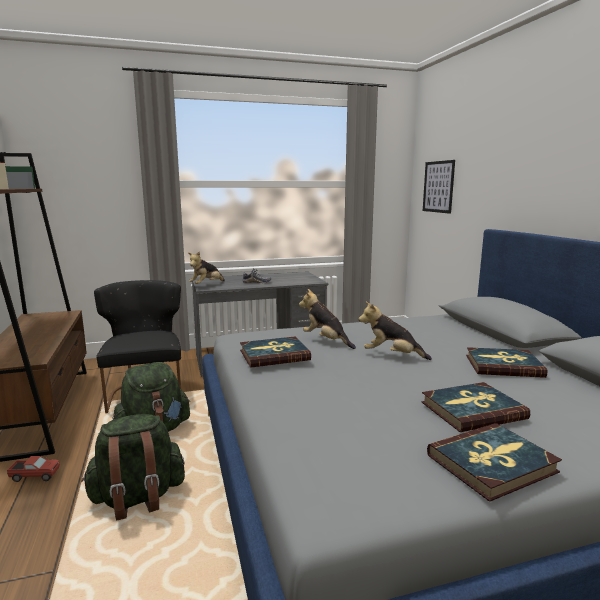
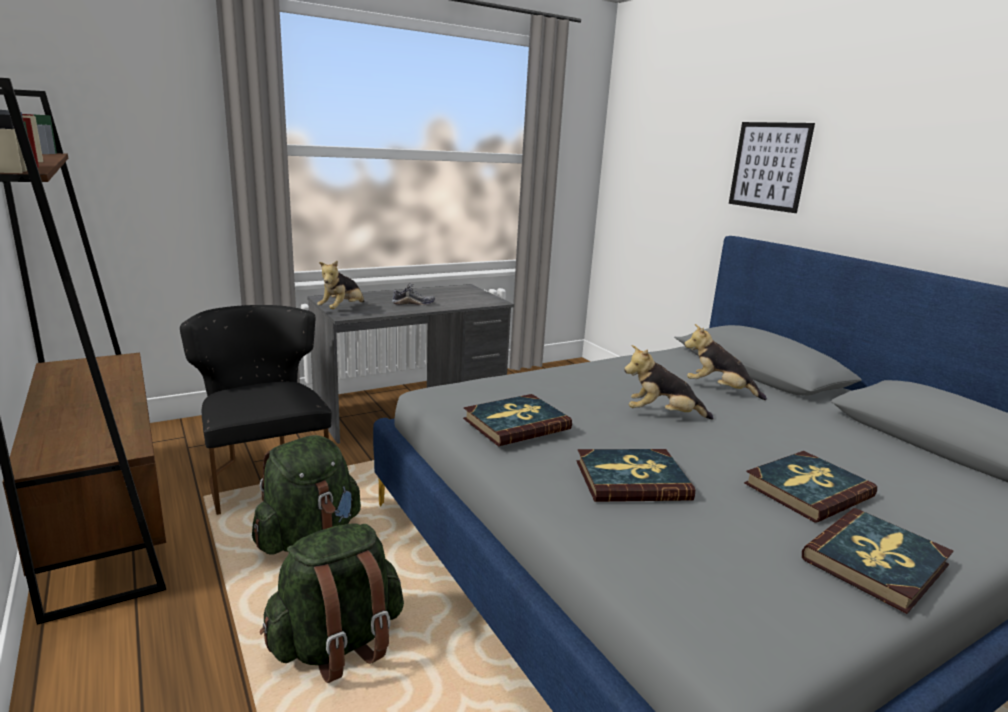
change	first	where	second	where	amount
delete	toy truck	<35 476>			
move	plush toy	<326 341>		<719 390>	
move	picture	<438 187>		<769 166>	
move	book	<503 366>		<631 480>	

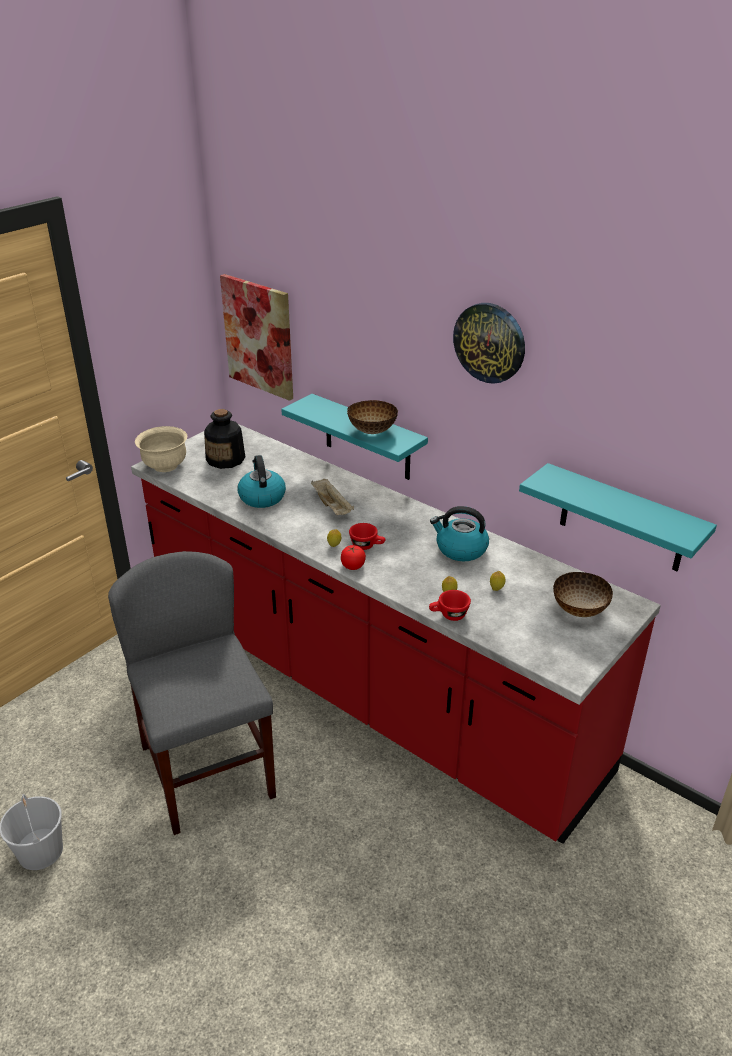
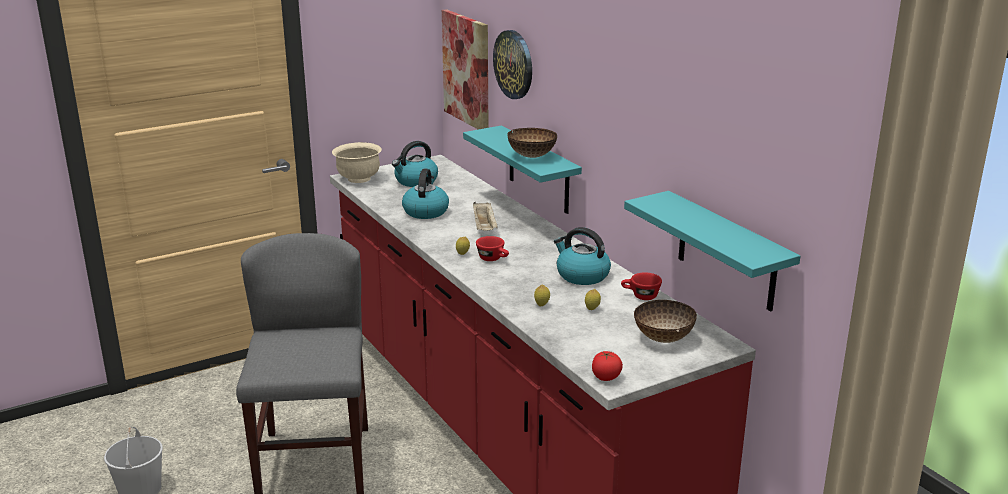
change	first	where	second	where	amount
replace	bottle	<226 459>	kettle	<415 181>	
move	tomato	<353 566>		<606 377>	
move	cup (red)	<449 615>		<640 296>	
move	wall clock	<489 342>		<514 64>	

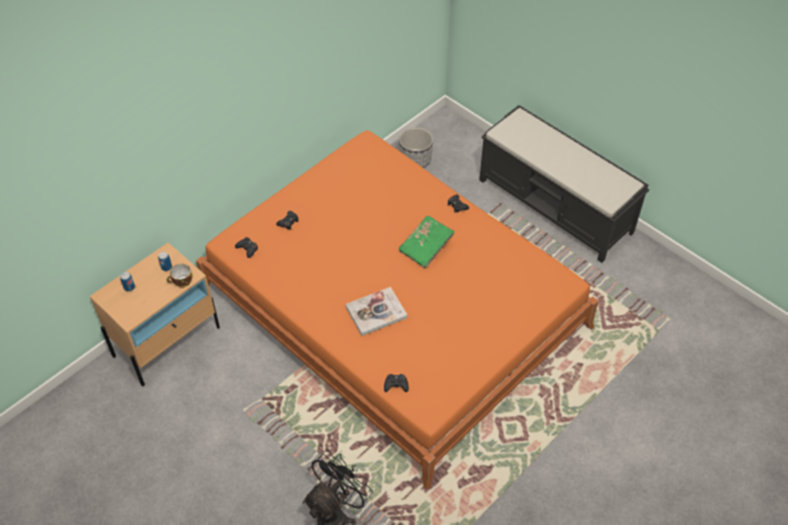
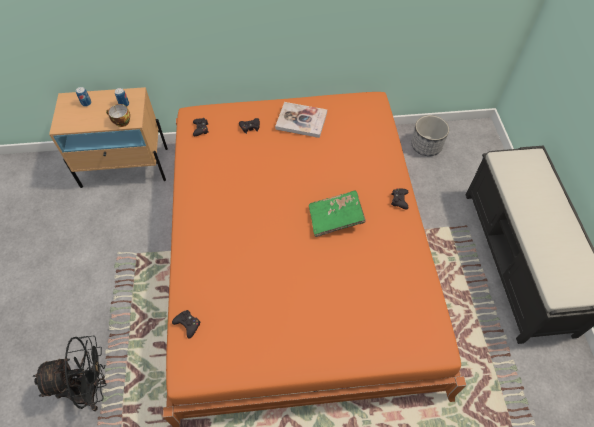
change	first	where	second	where	amount
move	book	<376 312>		<301 121>	

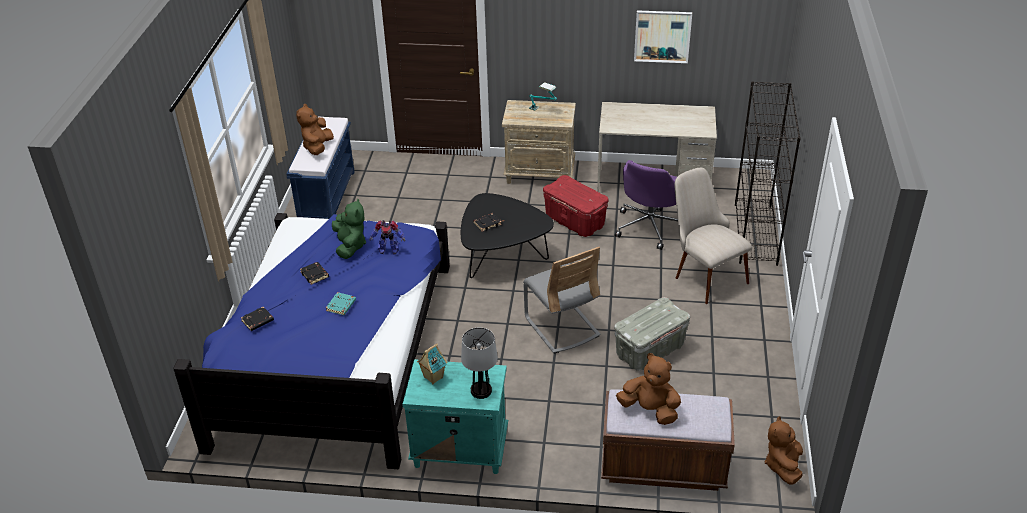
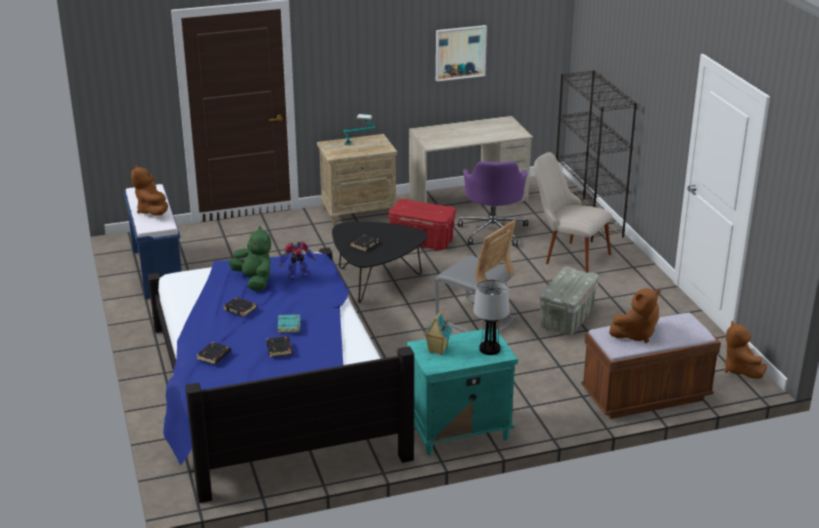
change	first	where	second	where	amount
rotate	plush toy (brown)	<650 410>		<635 335>	150 degrees clockwise
insert			book (black)	<280 349>	

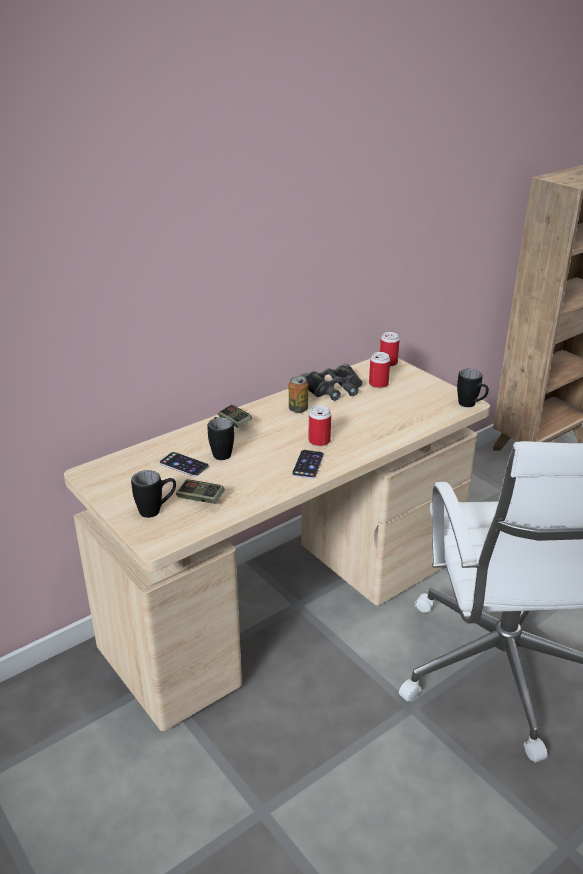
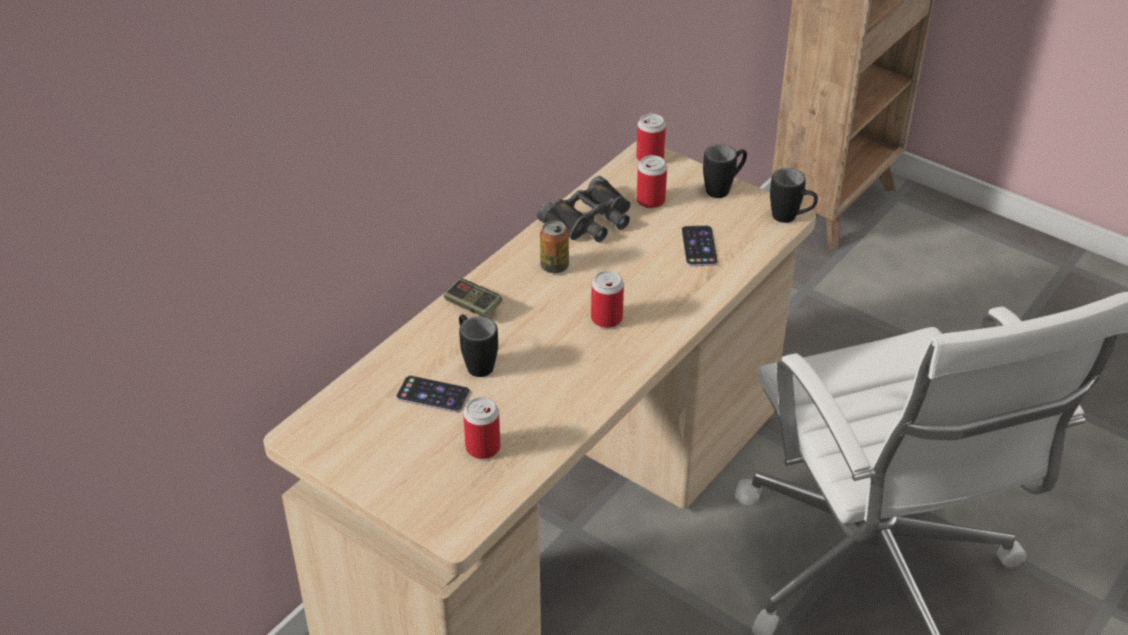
change	first	where	second	where	amount
move	mug (black)	<156 510>		<724 189>	
replace	game controller	<200 498>	can	<483 447>	
move	phone	<308 464>		<699 246>	

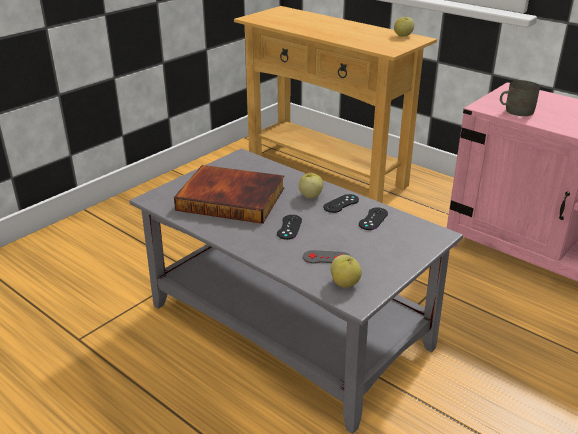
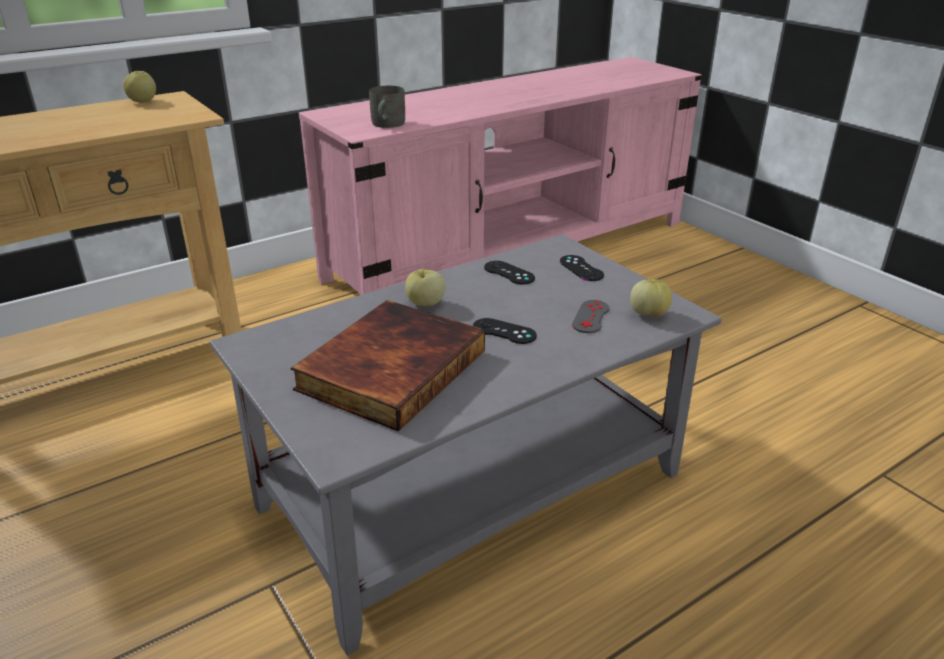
change	first	where	second	where	amount
move	game controller (black)	<341 203>		<581 268>	

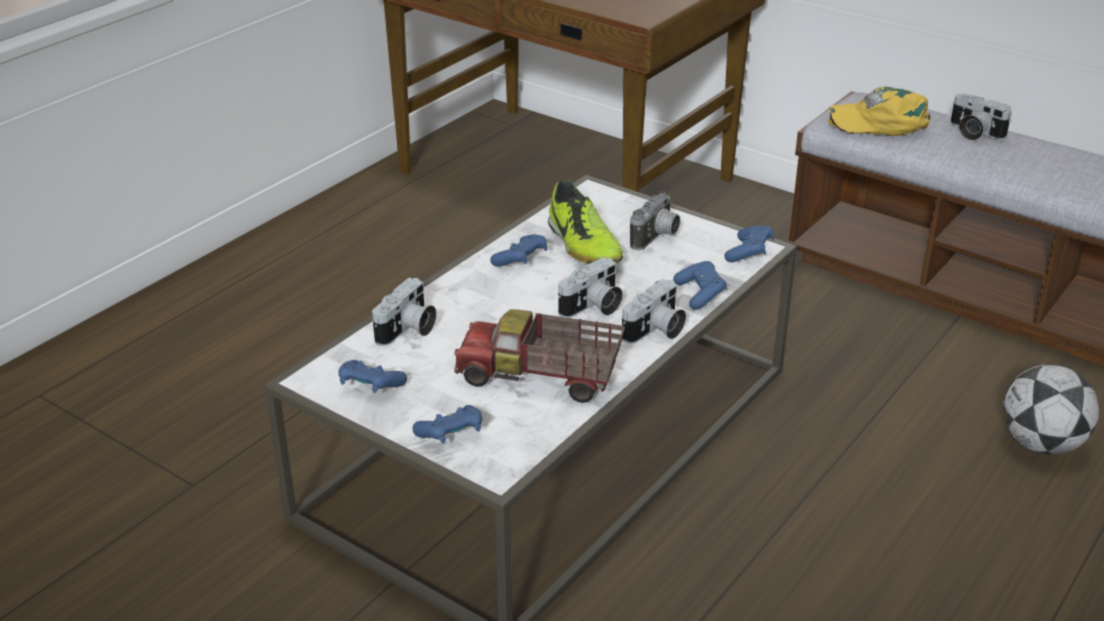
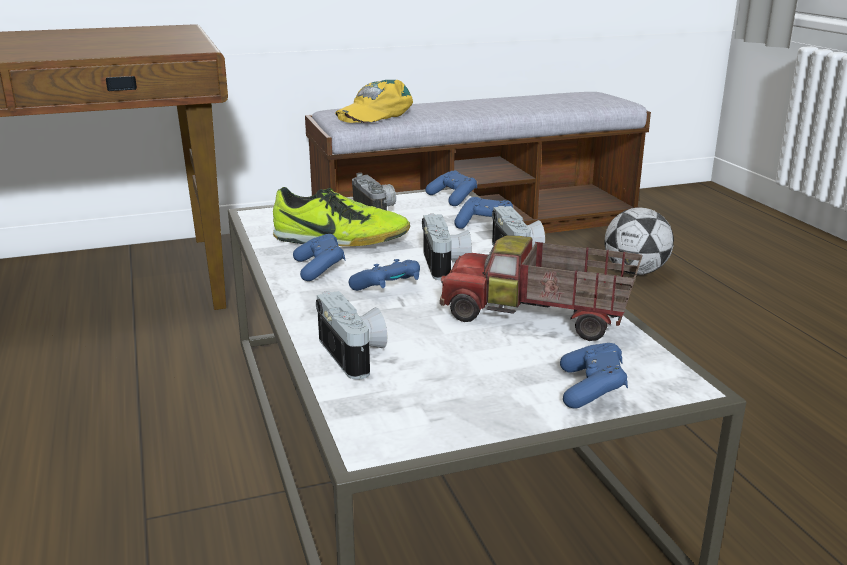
change	first	where	second	where	amount
move	game controller (blue)	<370 387>		<388 289>	
rotate	toy truck	<539 379>		<537 319>	60 degrees clockwise
delete	photo camera	<973 133>			

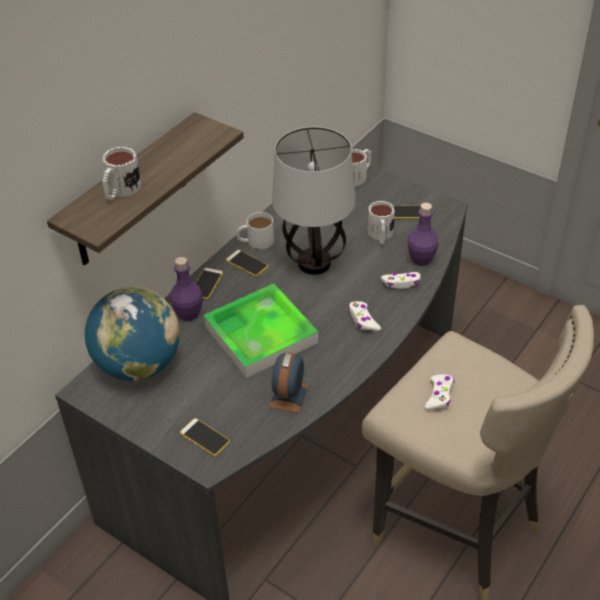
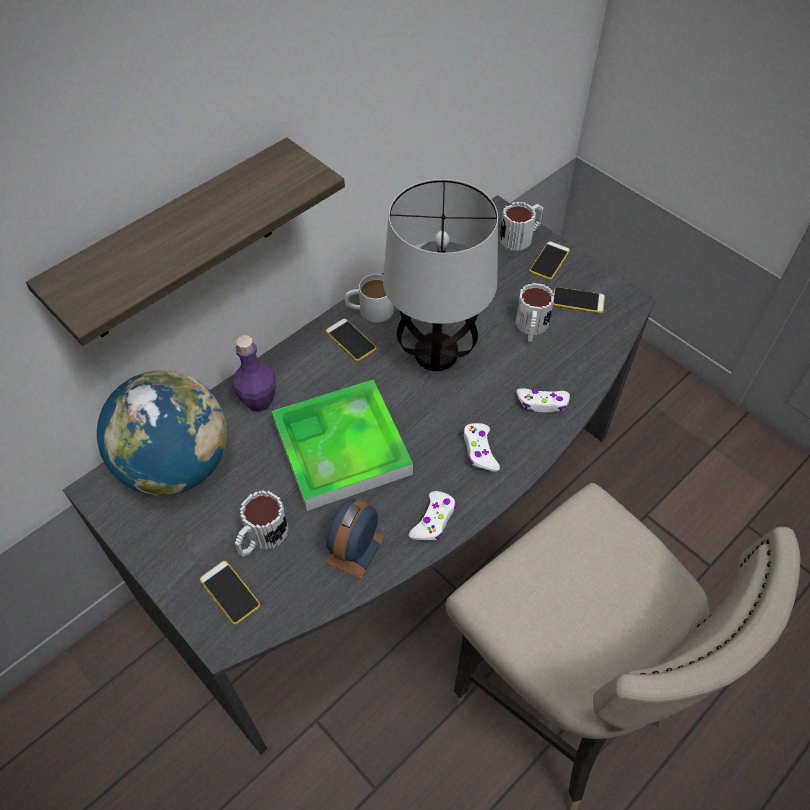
change	first	where	second	where	amount
move	mug	<120 191>		<261 538>	
move	phone	<206 284>		<549 261>	
delete	bottle (purple)	<421 259>			
move	game controller (white)	<439 395>		<434 520>	

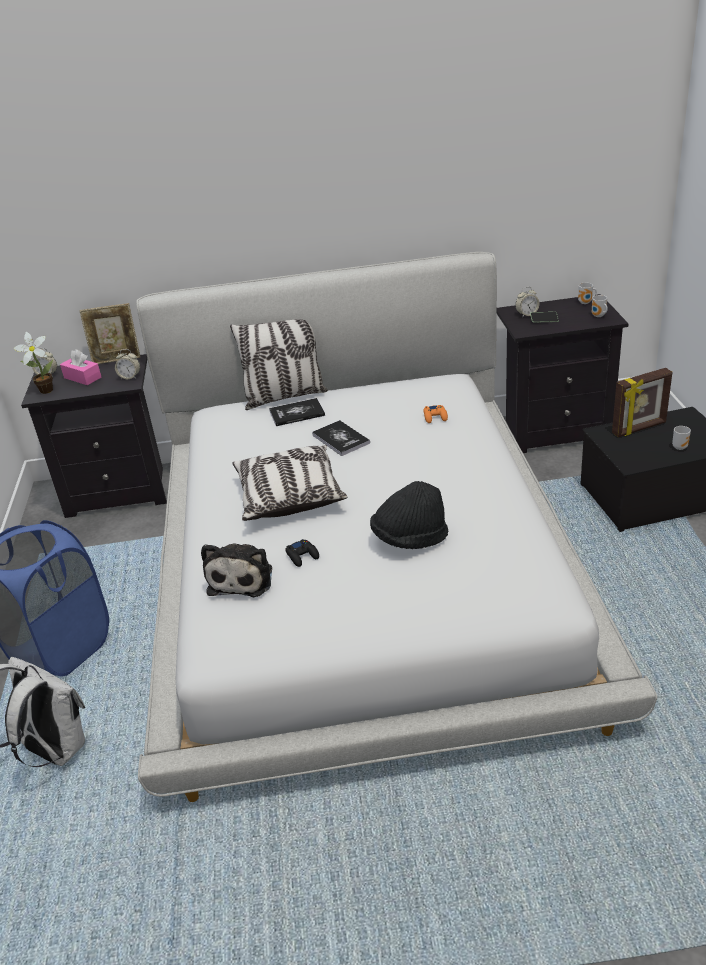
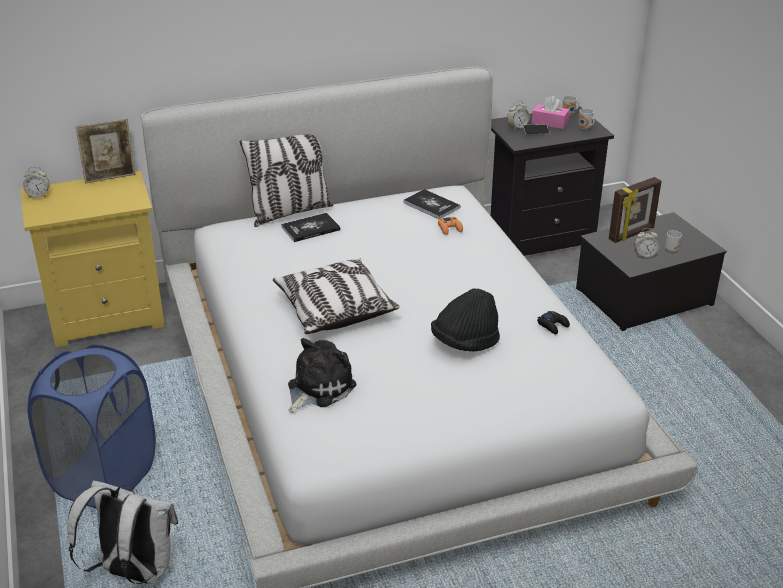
change	first	where	second	where	amount
delete	potted plant	<44 390>			
recolor	nightstand (black)	<120 491>	nightstand (yellow)	<108 316>	
move	tissue box (pink)	<82 377>		<549 123>	
move	alarm clock	<130 377>		<644 255>	
rotate	plush toy	<242 578>		<318 388>	135 degrees counterclockwise
move	game controller (black)	<302 556>		<553 325>	
move	book	<341 439>		<431 205>	

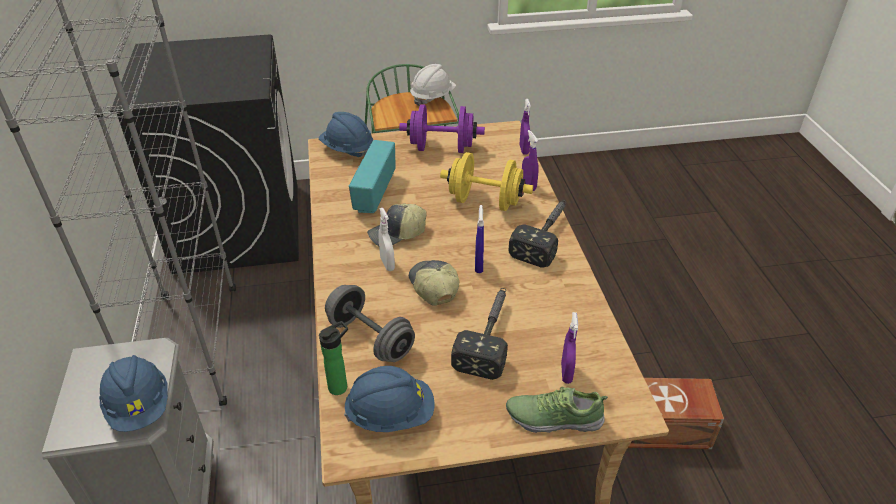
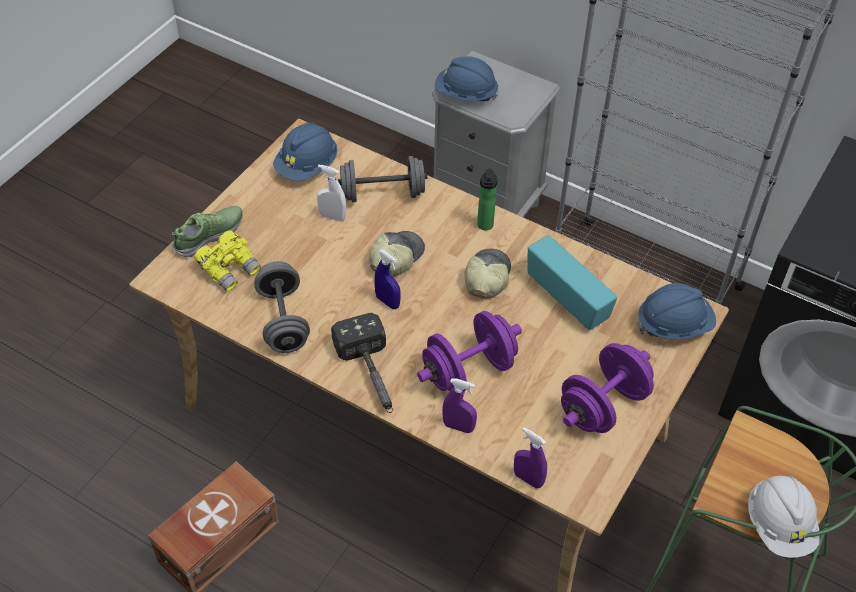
change	first	where	second	where	amount
move	bottle	<340 386>		<485 226>	
move	spray bottle (white)	<387 264>		<332 216>	
rotate	cap	<432 287>		<395 257>	75 degrees counterclockwise
recolor	dumbbell (yellow)	<485 202>	dumbbell (purple)	<468 371>	
delete	hammer	<489 335>			
replace	spray bottle (purple)	<566 373>	binoculars (yellow)	<229 269>	
insert			dumbbell (grey)	<283 320>	

